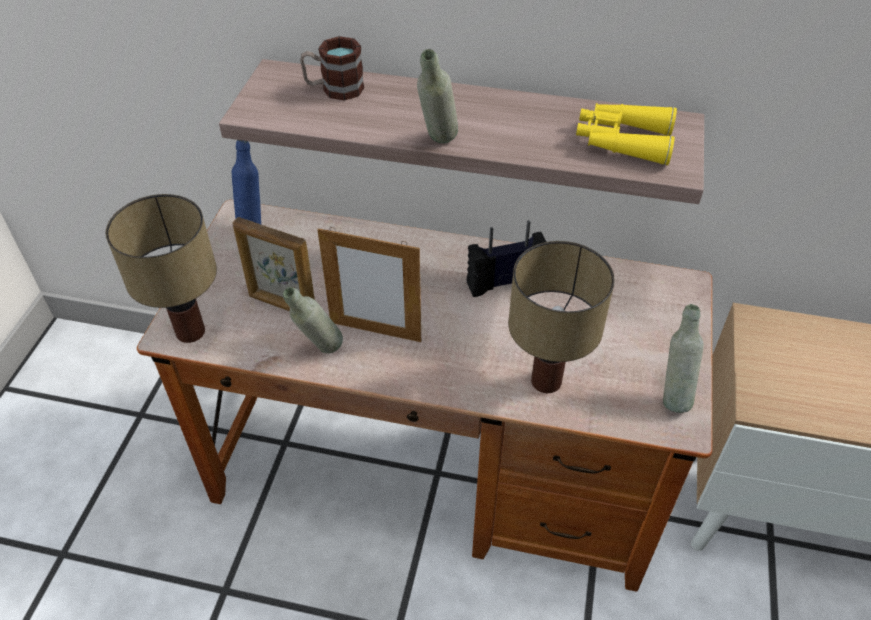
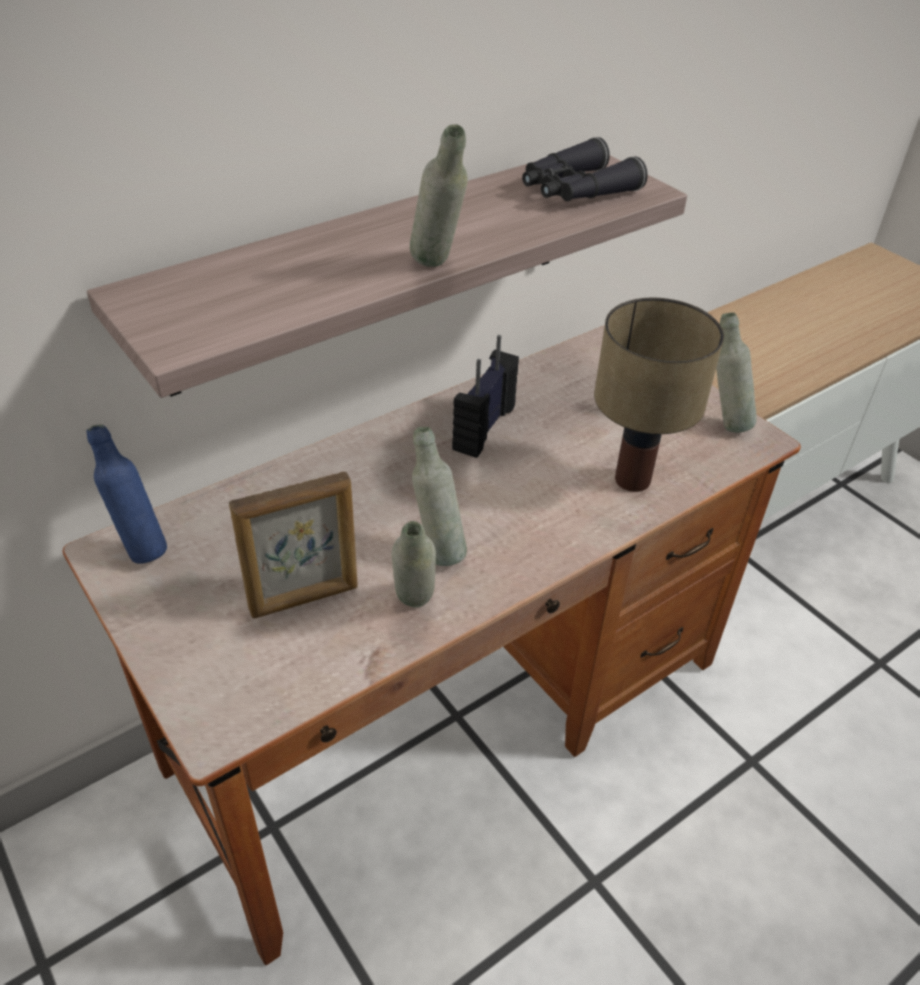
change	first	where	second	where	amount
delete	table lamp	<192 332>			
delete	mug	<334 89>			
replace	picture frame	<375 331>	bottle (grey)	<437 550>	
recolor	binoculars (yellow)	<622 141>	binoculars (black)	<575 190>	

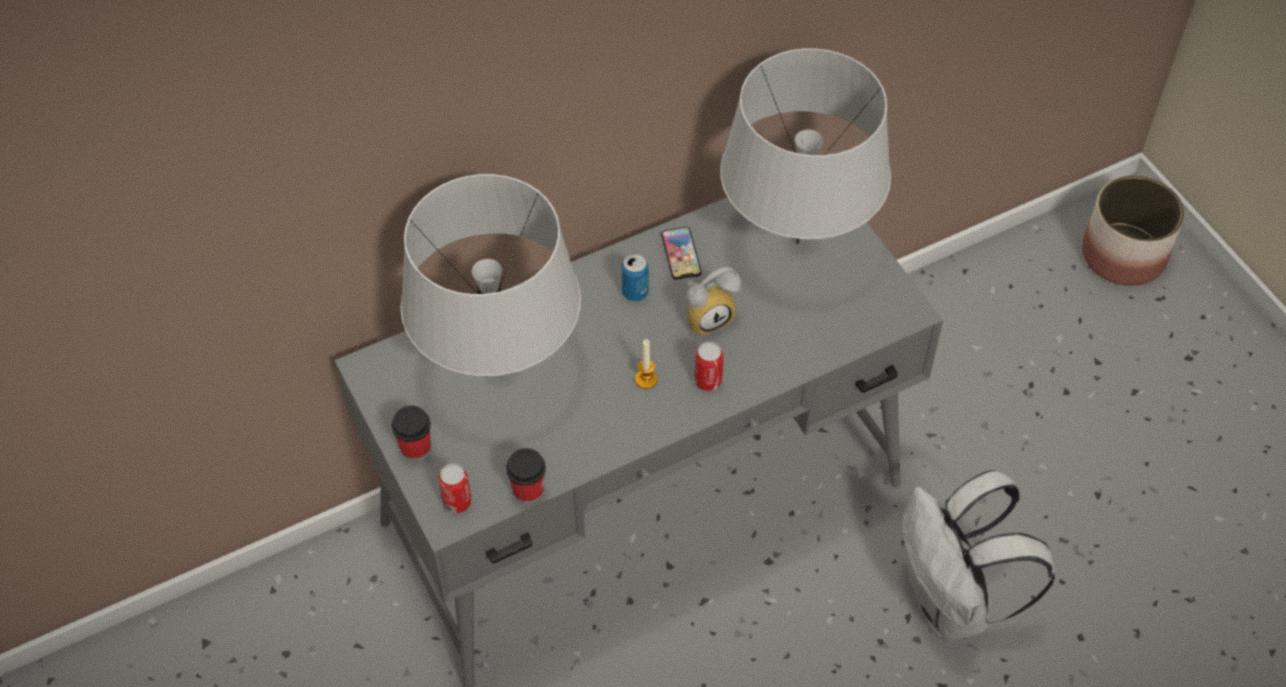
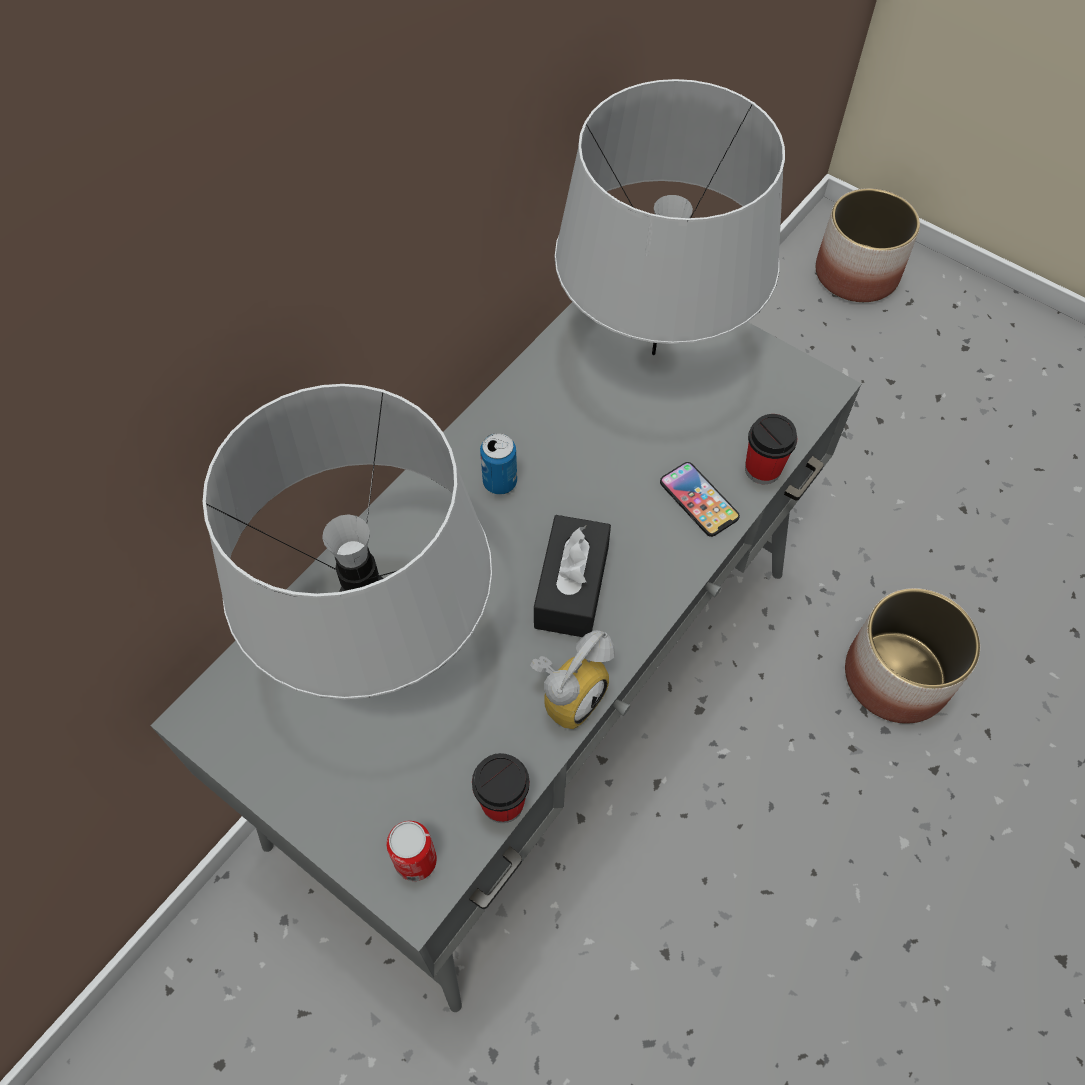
change	first	where	second	where	amount
move	cup	<416 448>		<762 469>	
replace	candle	<646 379>	tissue box (black)	<571 587>	
move	phone	<681 254>		<698 500>	
move	alarm clock	<708 316>		<568 692>	
delete	can	<708 380>			
replace	backpack (white)	<952 603>	planter	<897 676>	

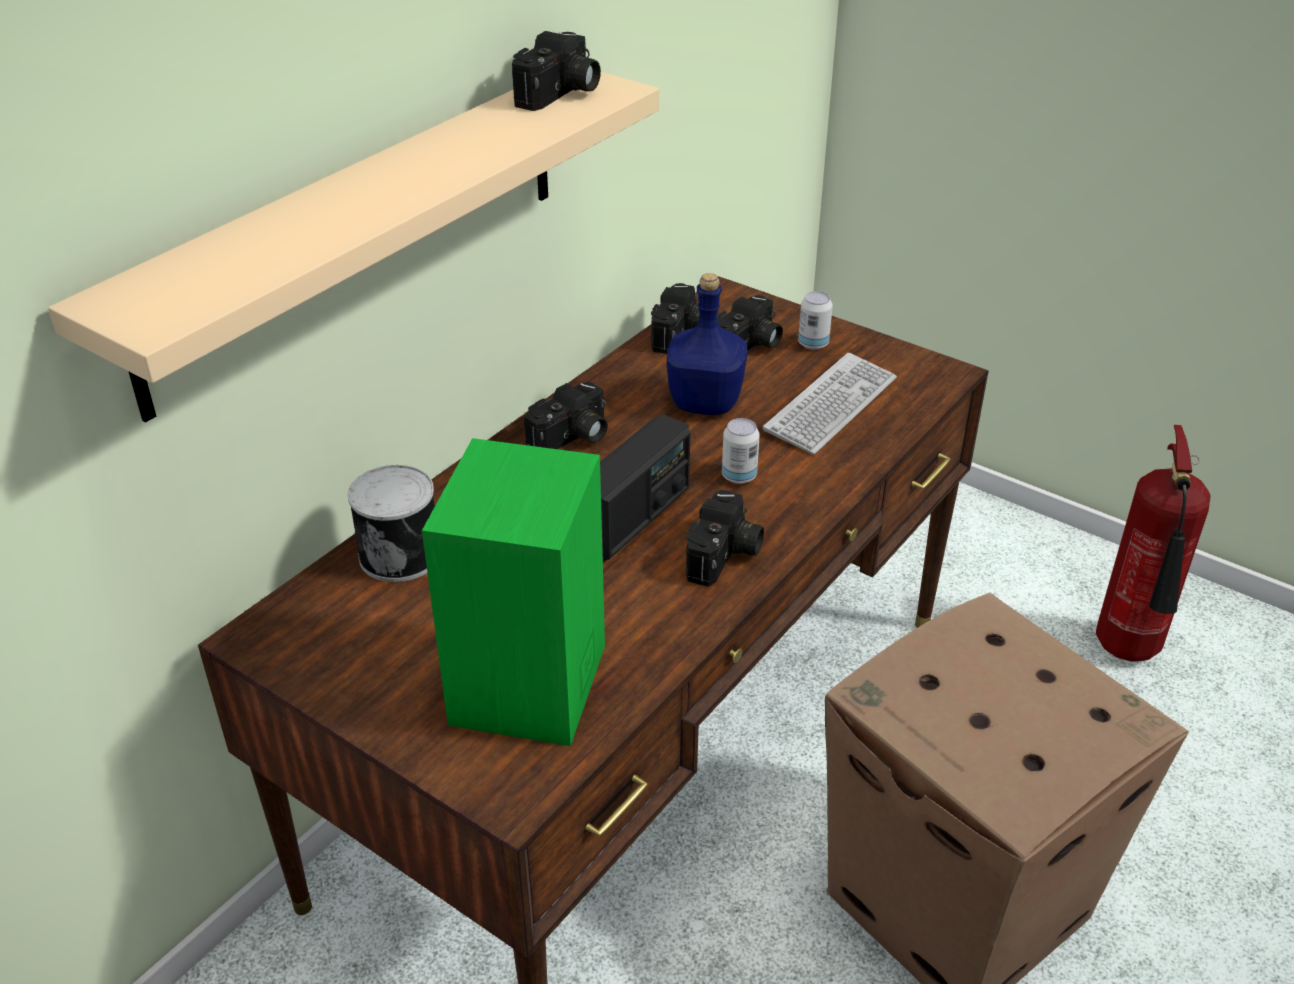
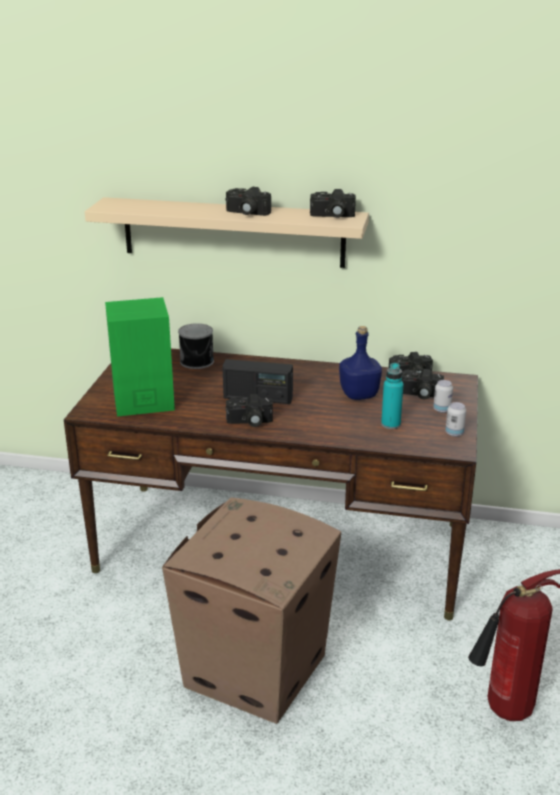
change	first	where	second	where	amount
move	photo camera	<572 438>		<246 213>	
move	can	<739 476>		<454 433>	
replace	keyboard	<831 405>	bottle (turquoise)	<390 424>	

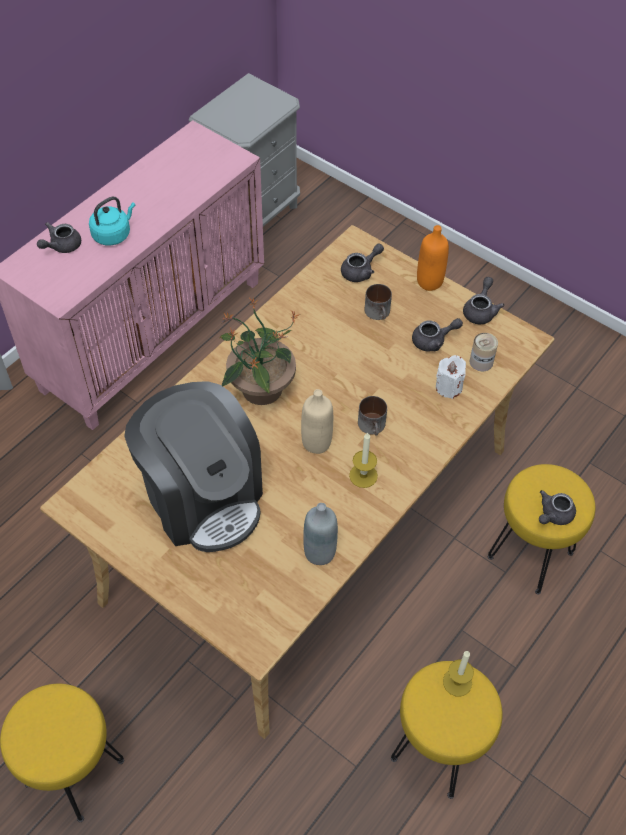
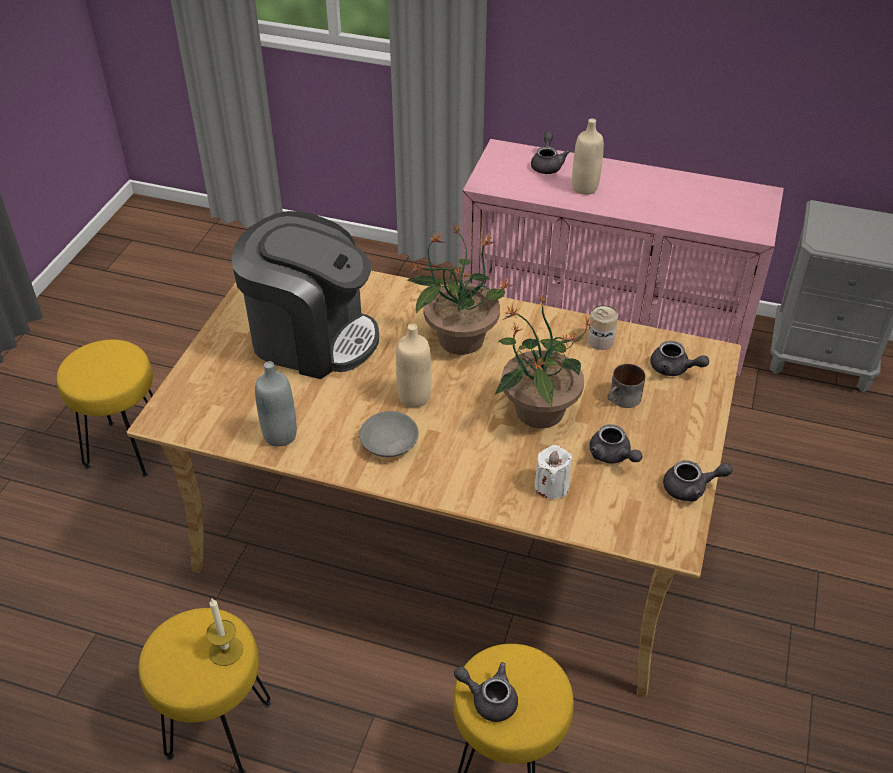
change	first	where	second	where	amount
rotate	teapot (grey)	<61 246>		<547 165>	75 degrees clockwise
replace	kettle (turquoise)	<113 234>	bottle (beige)	<585 188>	
rotate	coffee machine	<203 497>		<311 337>	105 degrees counterclockwise
replace	candle	<363 475>	bowl (grey)	<389 444>	
delete	mug	<373 426>			
delete	bottle (orange)	<429 282>			
move	can	<481 362>		<600 340>	
insert			potted plant	<538 411>	

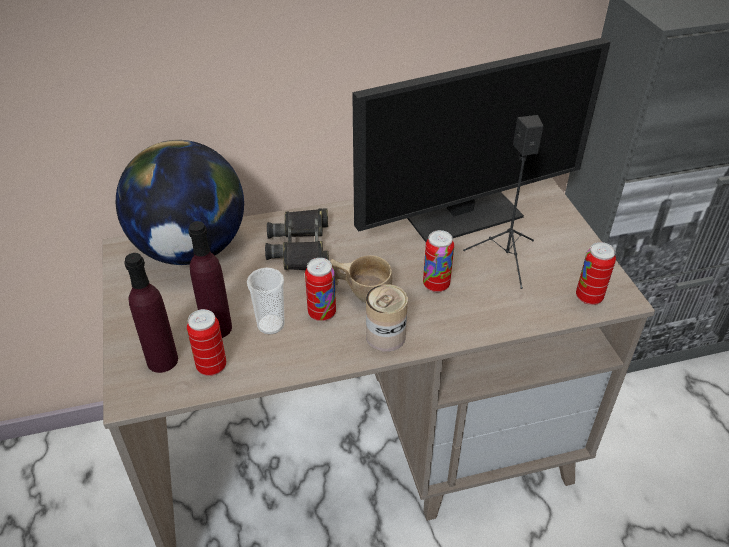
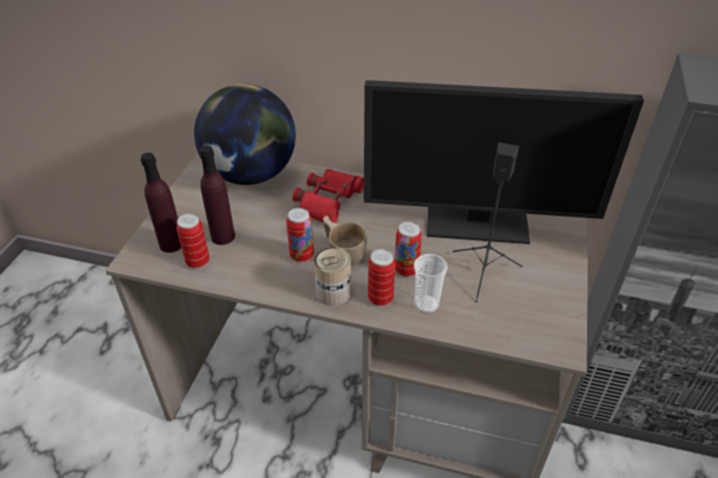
change	first	where	second	where	amount
move	cup	<271 325>		<426 304>	
recolor	binoculars (black)	<301 247>	binoculars (red)	<328 201>	
move	can	<589 297>		<380 298>	

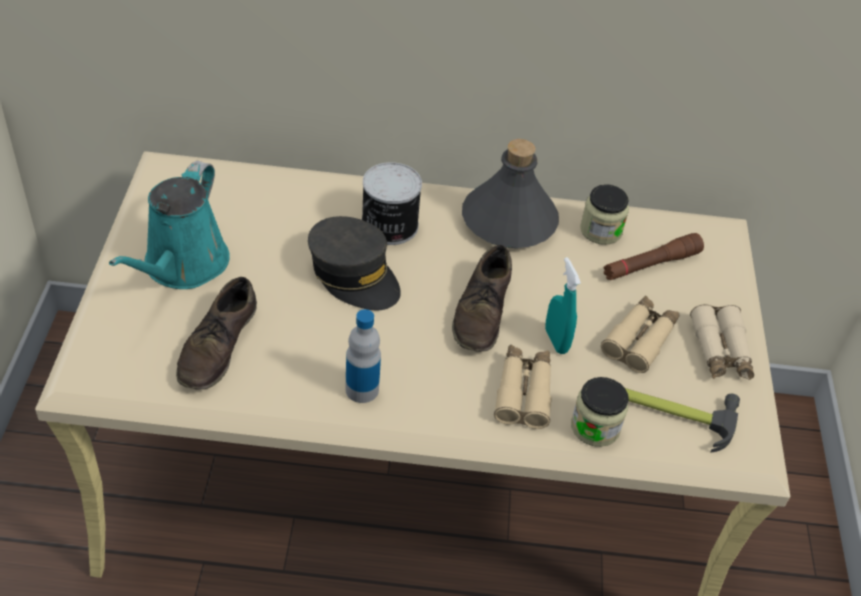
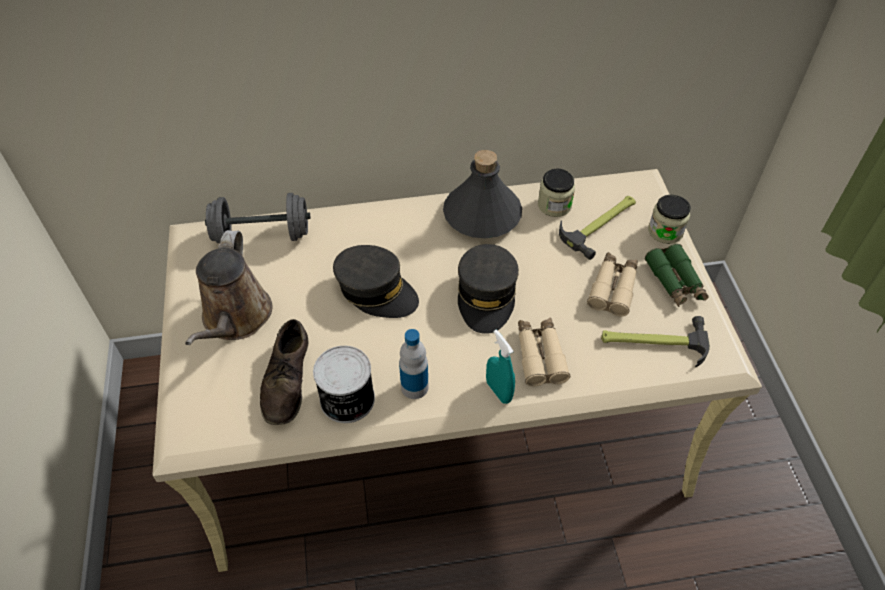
change	first	where	second	where	amount
recolor	watering can (turquoise)	<182 266>	watering can (brown)	<235 319>	
move	can	<389 226>		<347 400>	
replace	shoe (brown)	<482 311>	cap (grey)	<486 296>	
move	spray bottle (turquoise)	<556 340>		<498 391>	
move	jar	<595 427>		<665 231>	
replace	flashlight (brown)	<650 265>	hammer	<601 224>	
recolor	binoculars (beige)	<720 351>	binoculars (green)	<675 282>	
insert			dumbbell (grey)	<262 235>	

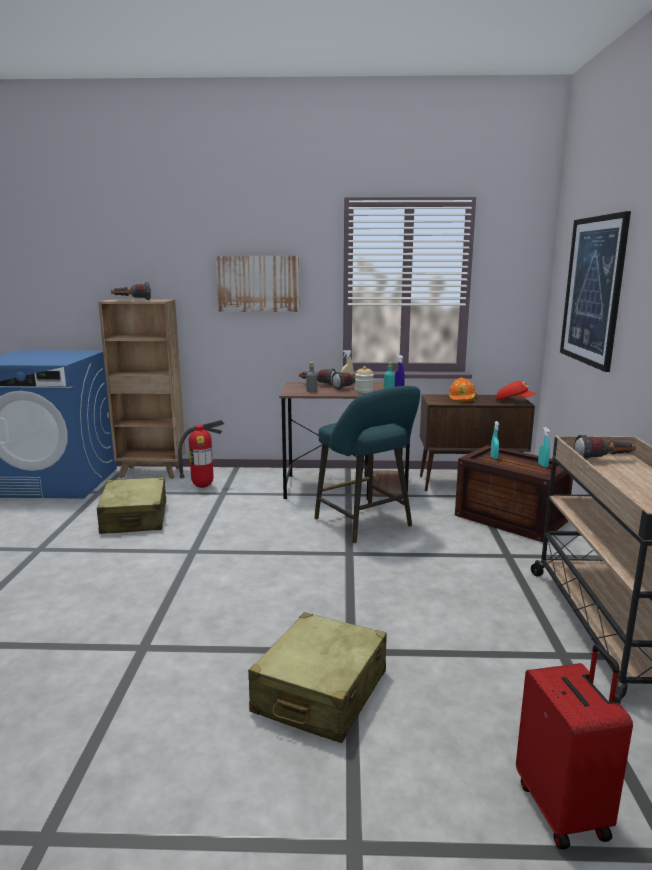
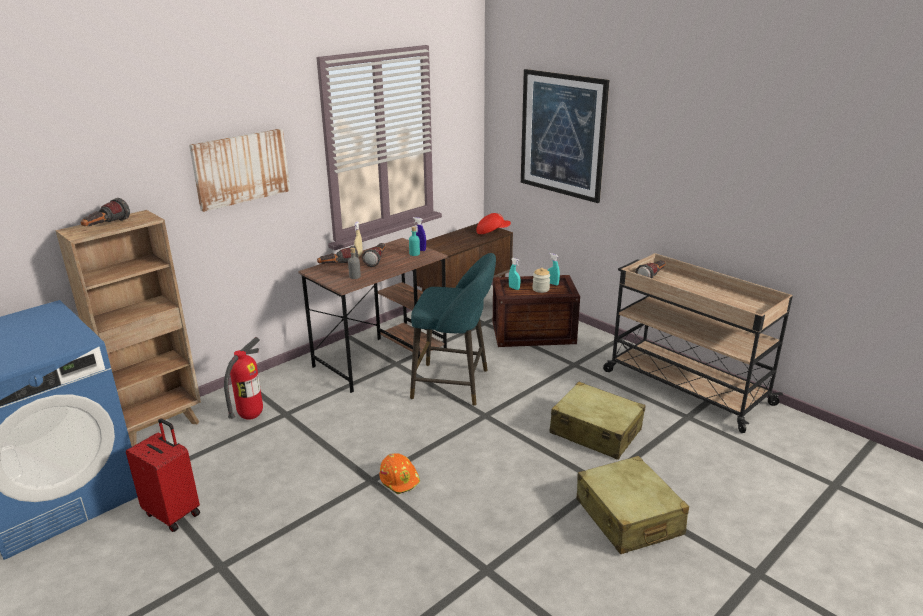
change	first	where	second	where	amount
move	suitcase (beige)	<135 518>		<595 432>	
move	jar	<364 391>		<541 289>	
move	hard hat (orange)	<462 398>		<400 479>	
move	suitcase (red)	<564 809>		<173 513>	

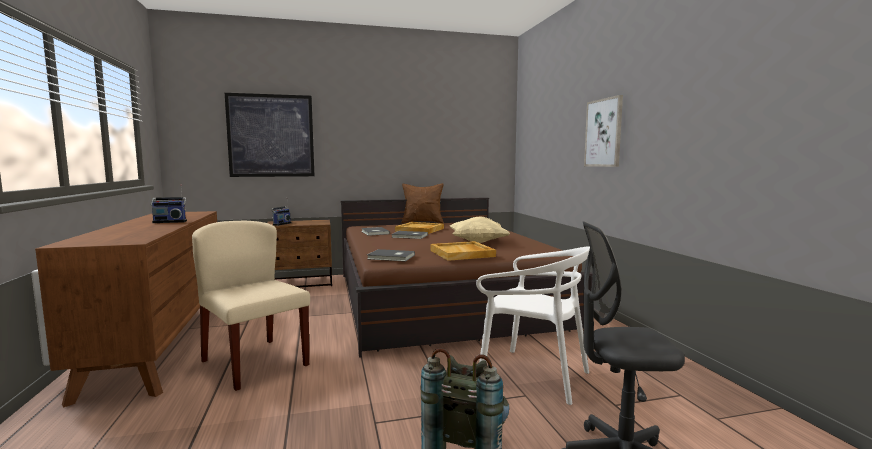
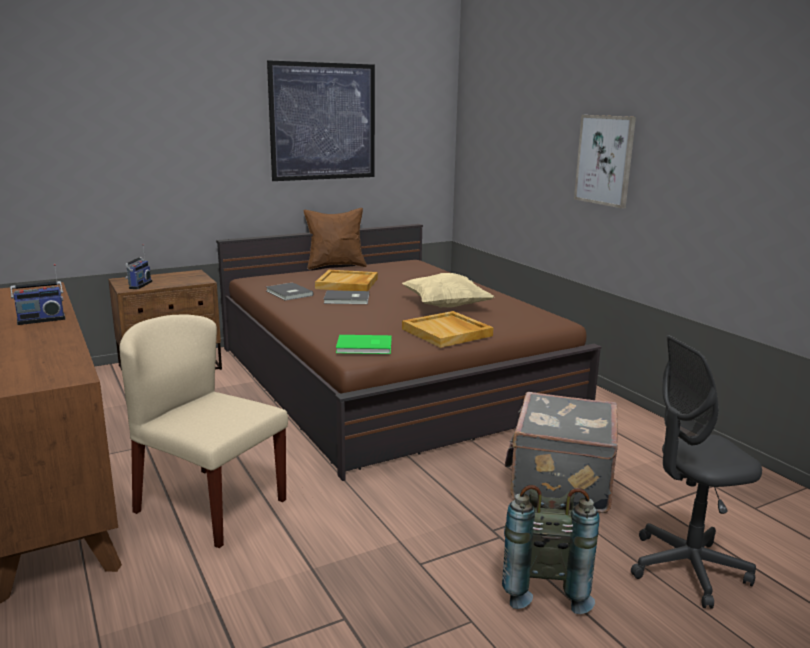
change	first	where	second	where	amount
move	picture	<271 136>		<323 122>	
recolor	book (grey)	<391 257>	book (green)	<365 347>	
replace	chair (white)	<533 376>	suitcase (grey)	<559 482>	

